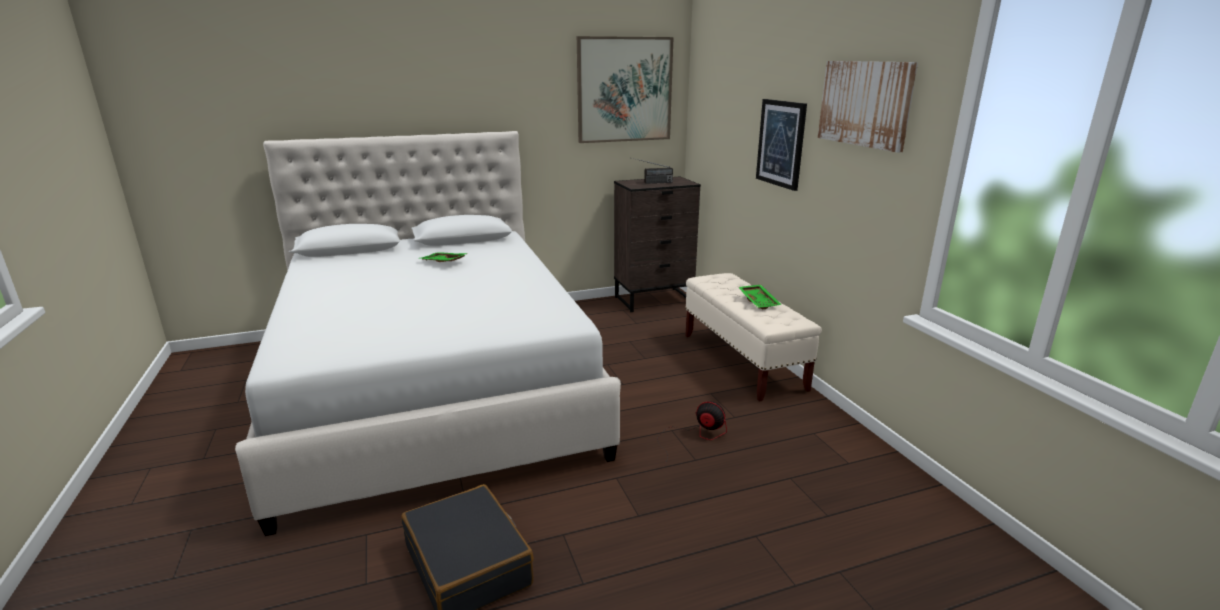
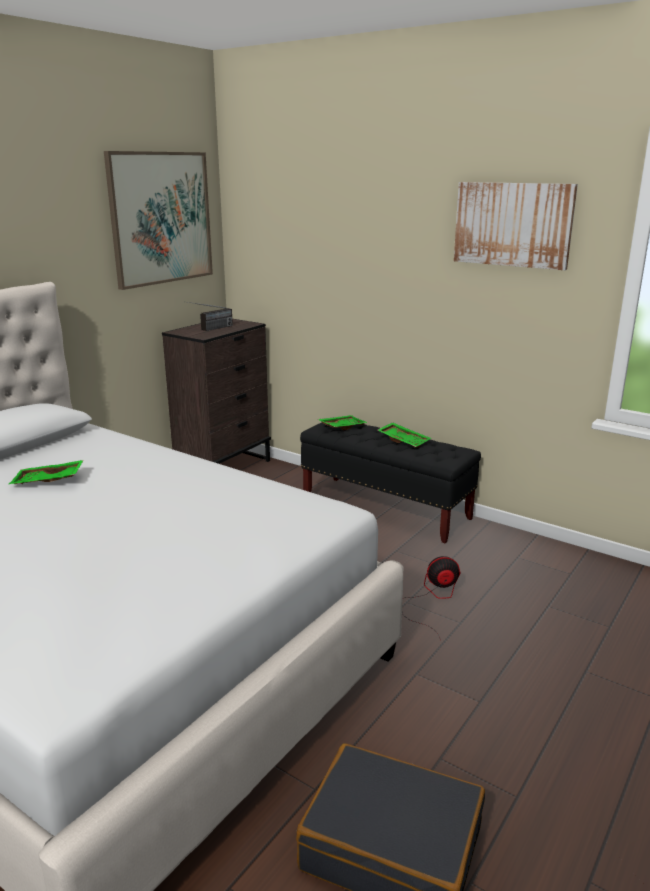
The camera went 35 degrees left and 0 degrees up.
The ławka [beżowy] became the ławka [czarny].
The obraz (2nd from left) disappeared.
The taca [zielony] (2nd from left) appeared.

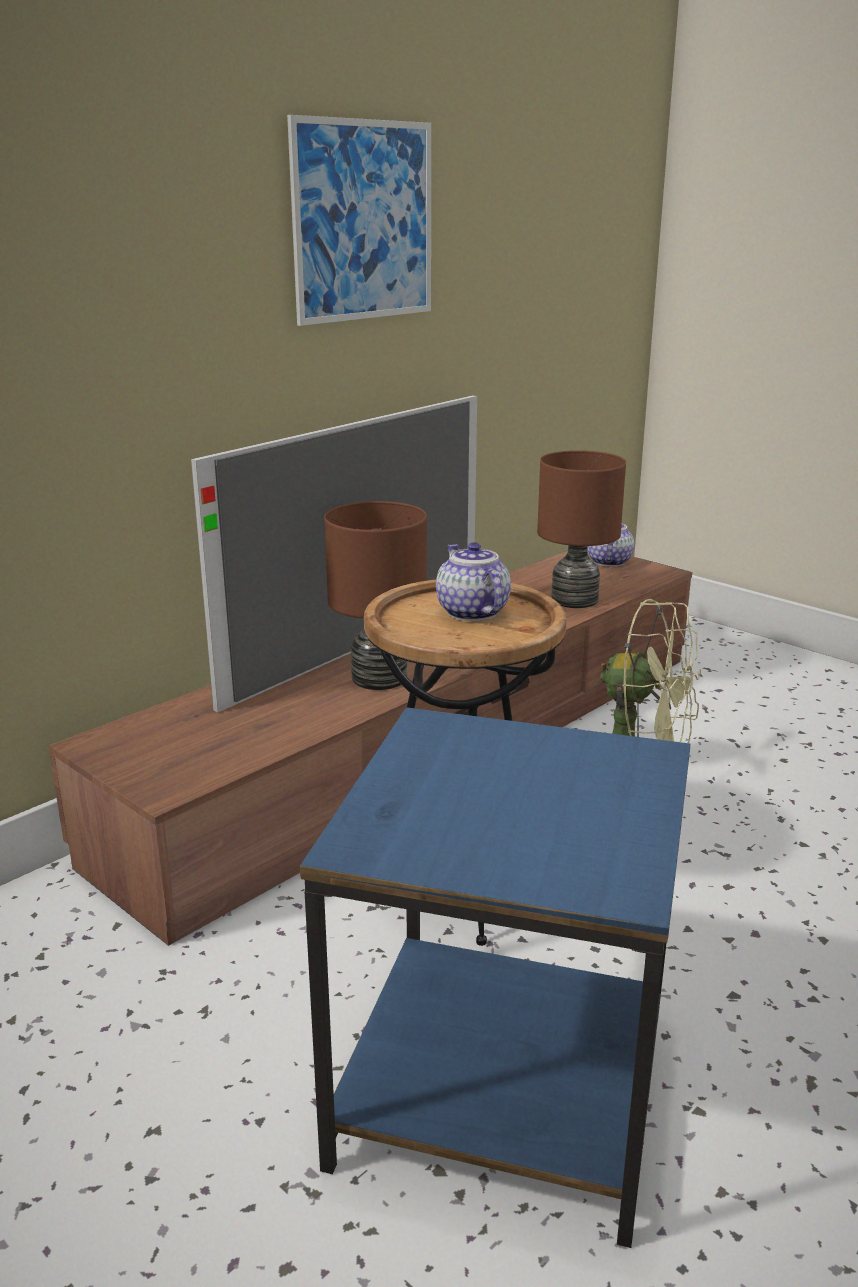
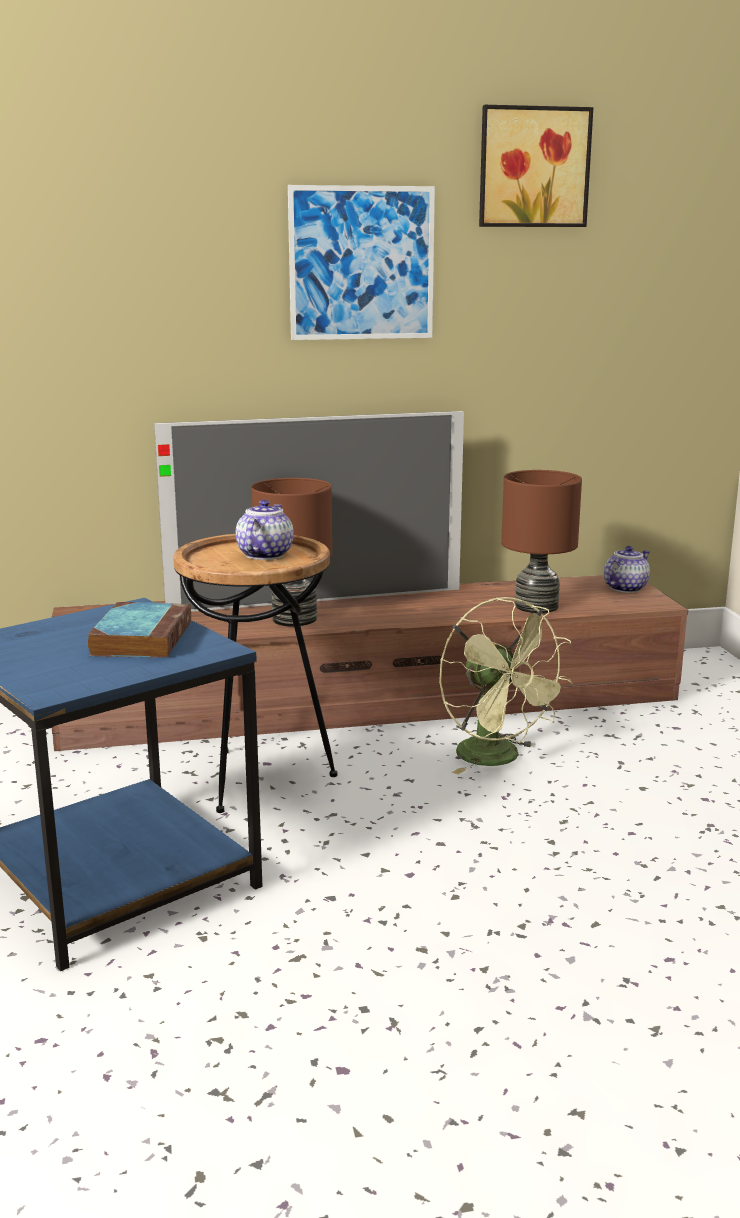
The camera went 35 degrees right and 5 degrees down.
The książka appeared.
The obraz (2nd from left) appeared.

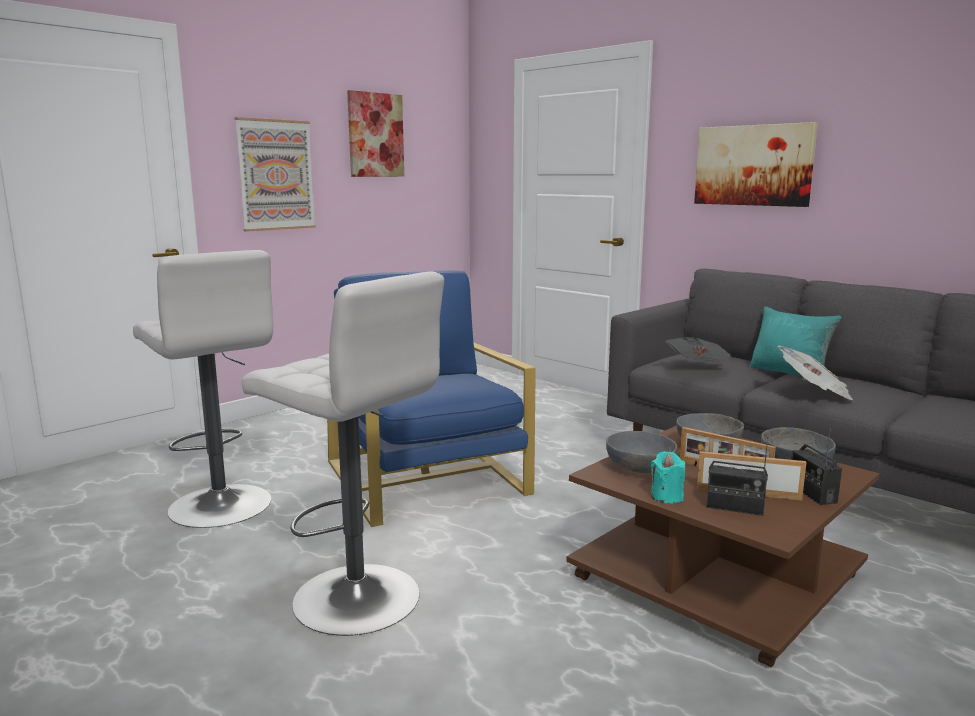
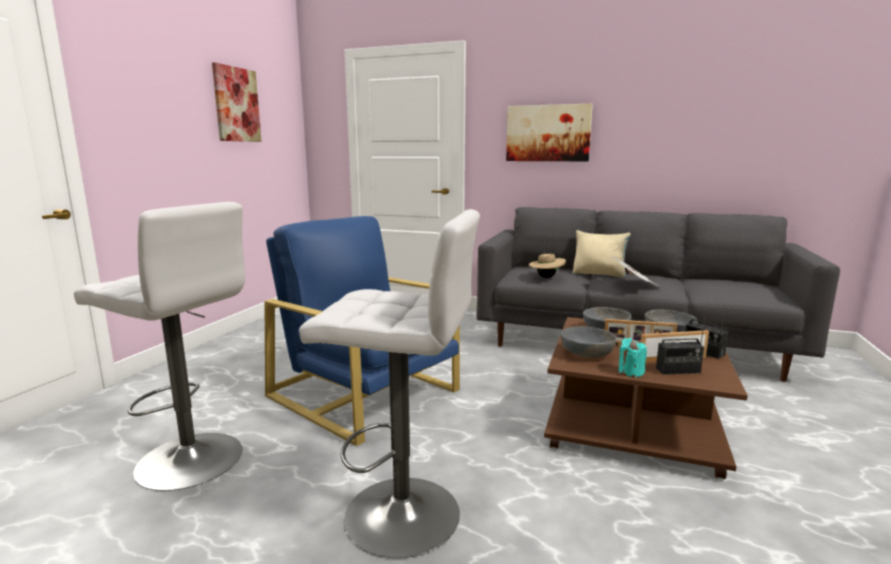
The camera went 25 degrees left and 0 degrees up.
The obraz (1st from left) disappeared.
The gazeta (1st from left) was replaced by the kapelusz [beżowy].
The poduszka [turkusowy] became the poduszka [beżowy].

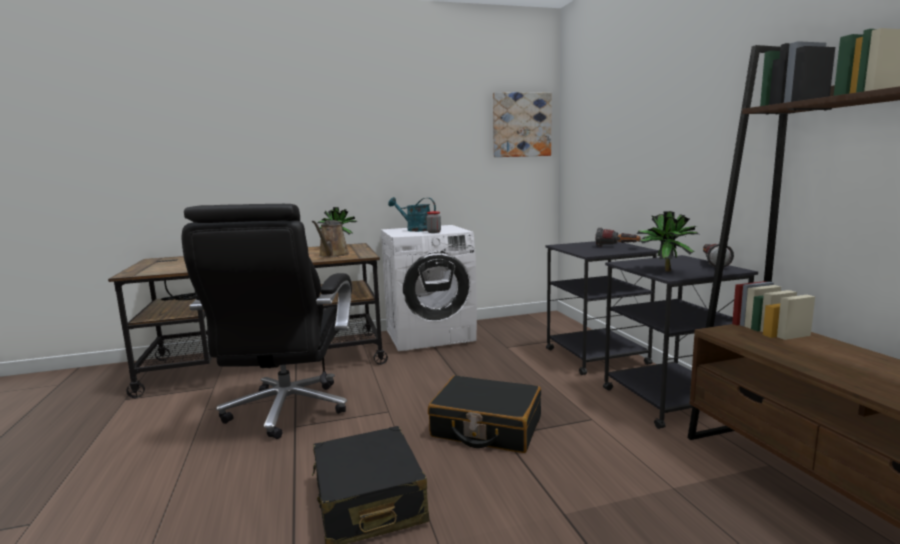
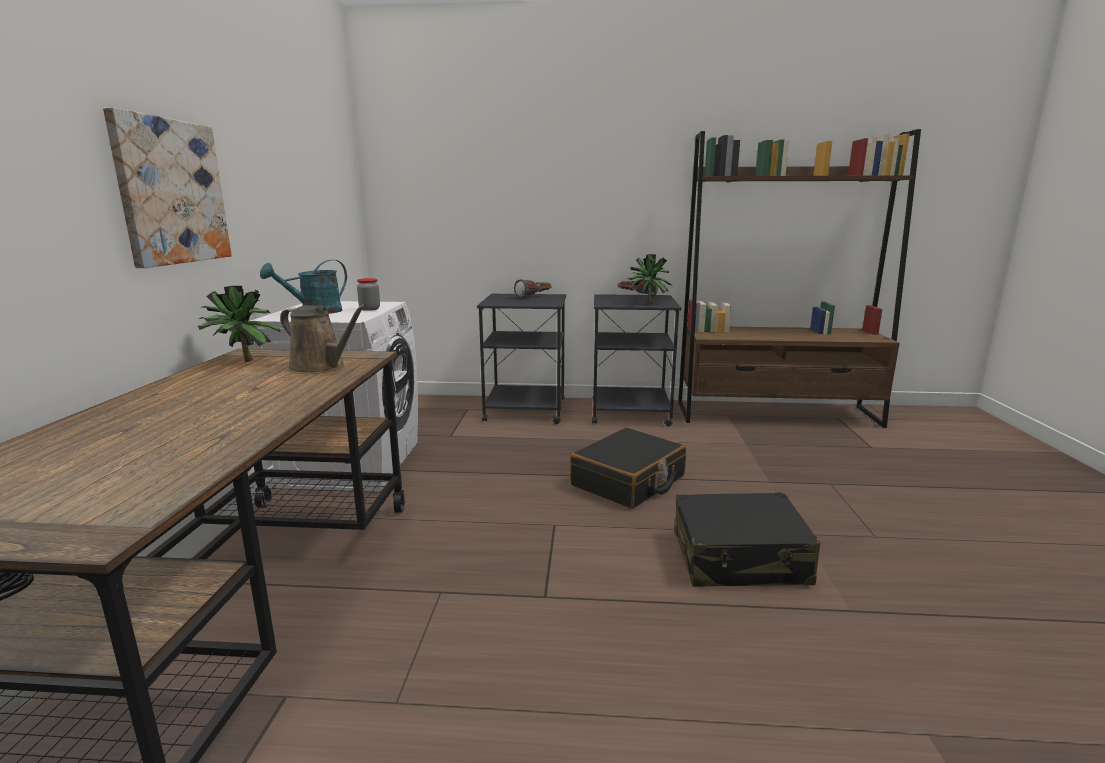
The camera went 70 degrees left and 5 degrees up.
The krzesło biurowe [czarny] disappeared.
The obraz moved.

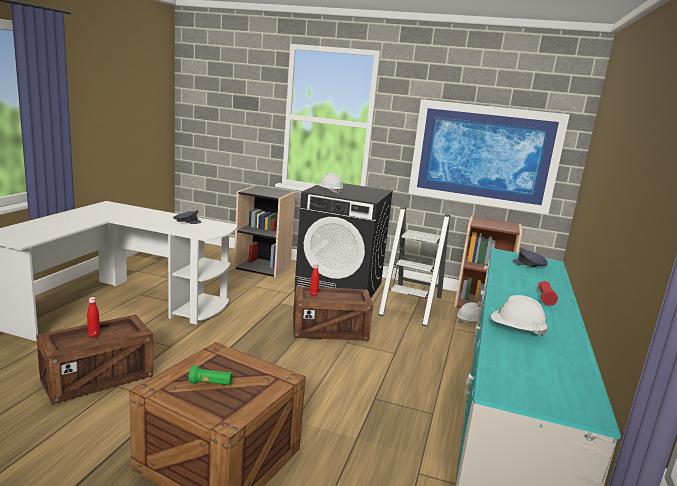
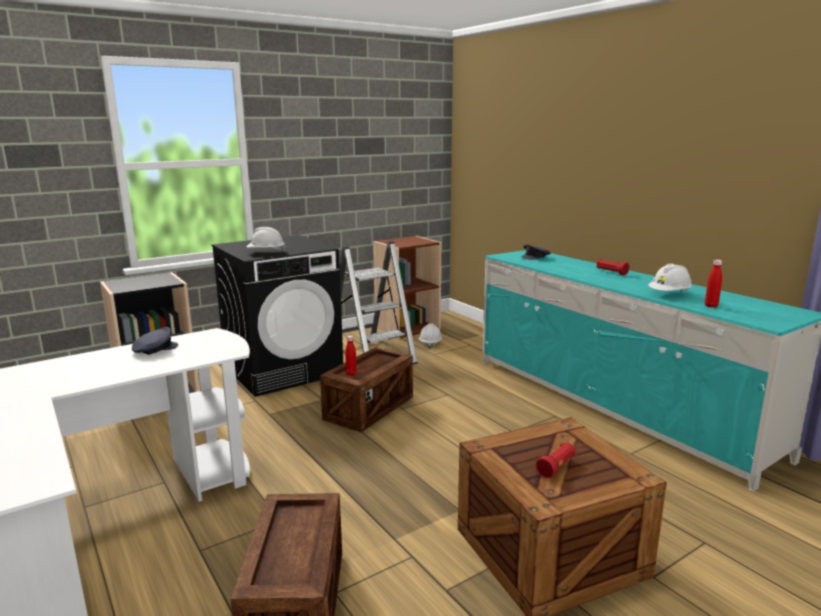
The camera went 50 degrees left and 0 degrees up.
The butelka [czerwony] (1st from left in the first image) moved.
The latarka [zielony] became the latarka [czerwony] (1st from left).
The obraz disappeared.

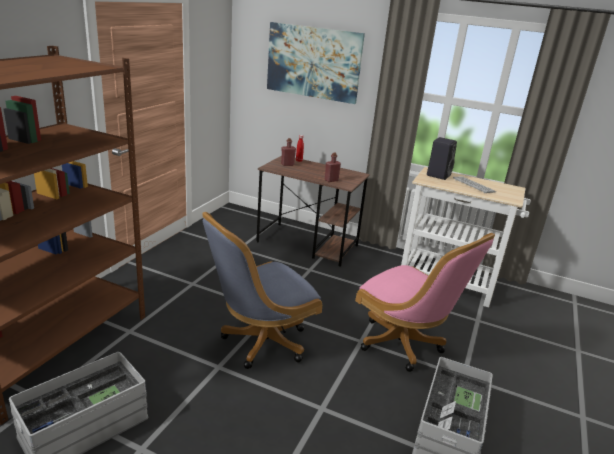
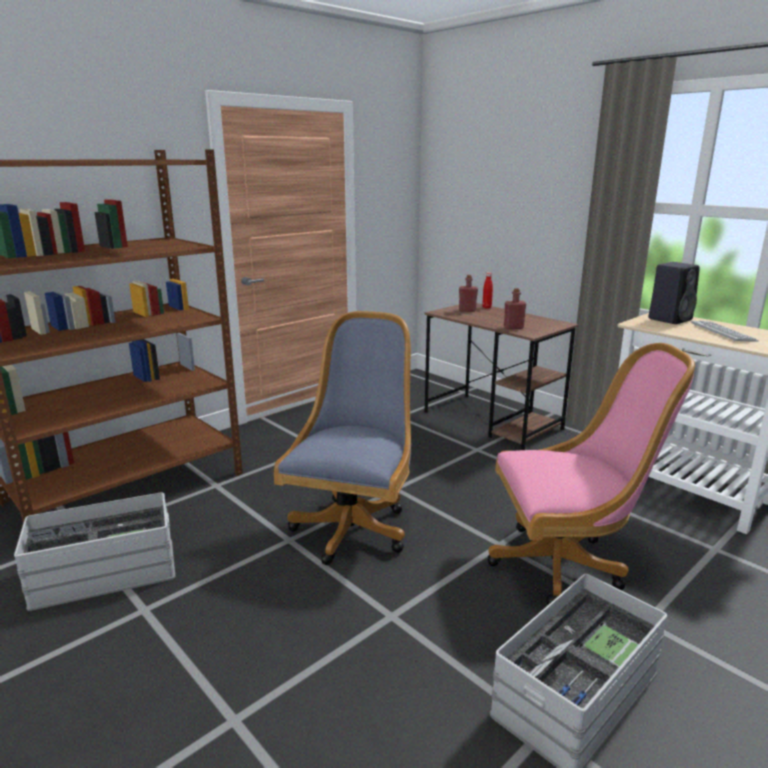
The camera went 25 degrees right and 5 degrees down.
The krzesło biurowe [niebieski] turned 120 degrees clockwise.
The obraz disappeared.
The krzesło biurowe [różowy] turned 75 degrees counterclockwise.

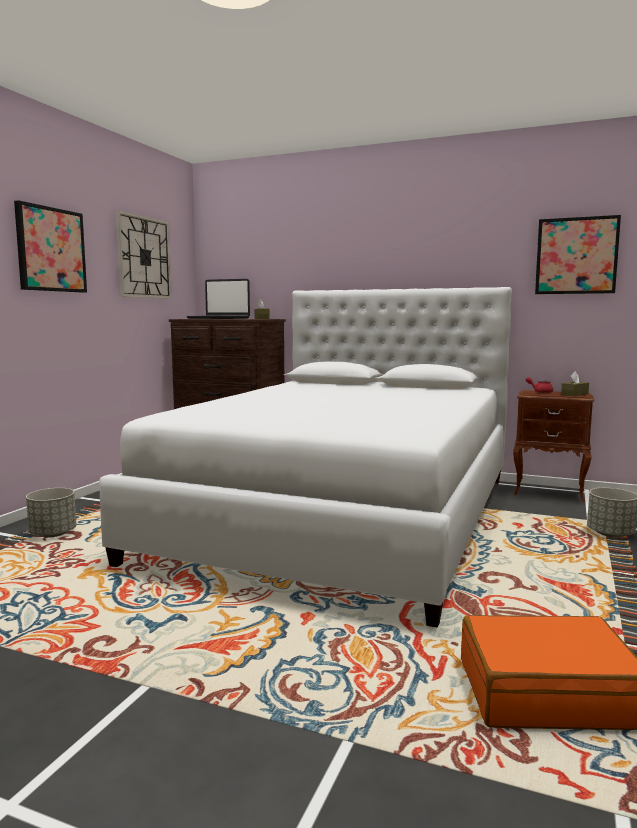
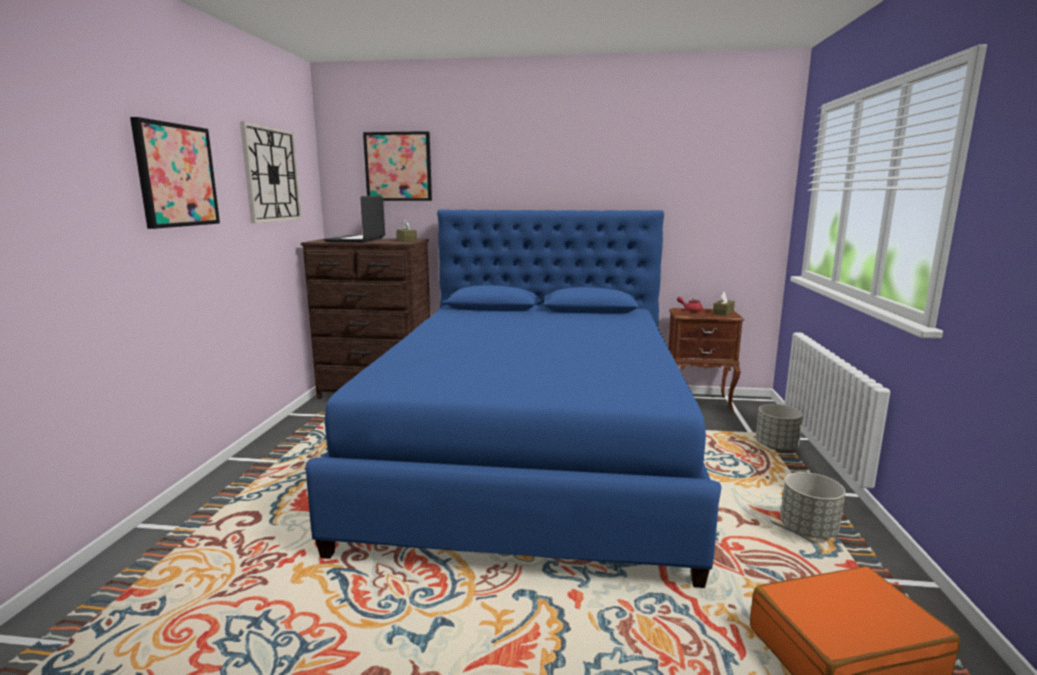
The camera went 15 degrees left and 5 degrees up.
The donica [szary] (1st from left in the first image) moved.
The łóżko [biały] became the łóżko [niebieski].
The laptop turned 90 degrees clockwise.
The obraz (2nd from left) moved.

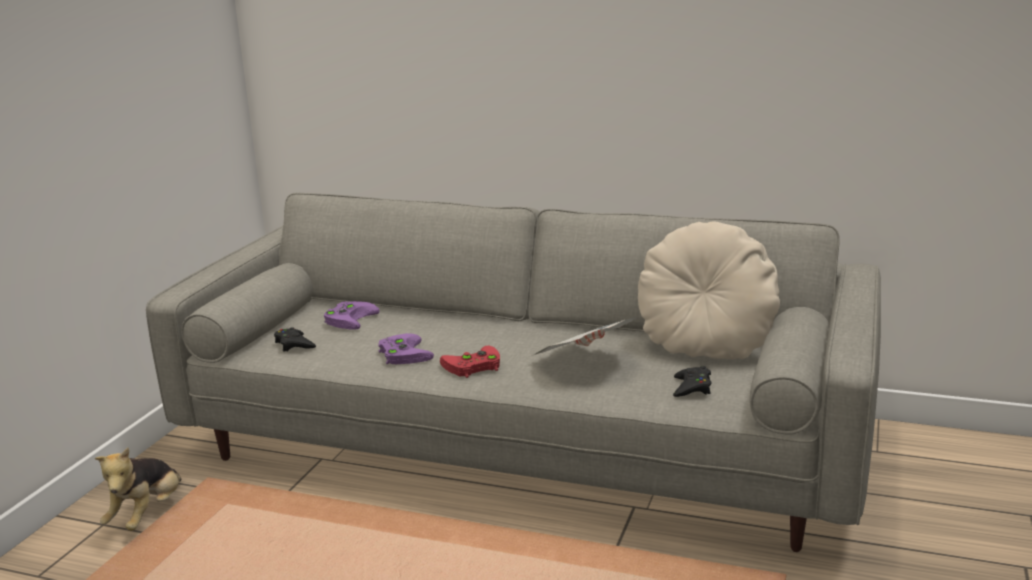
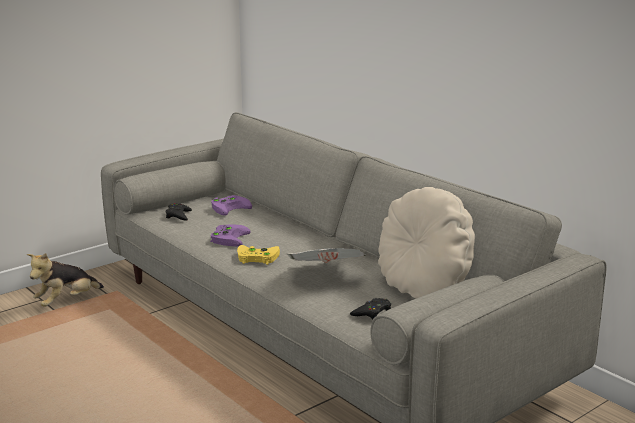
The camera went 30 degrees right and 0 degrees up.
The pad do gier [czerwony] became the pad do gier [żółty].

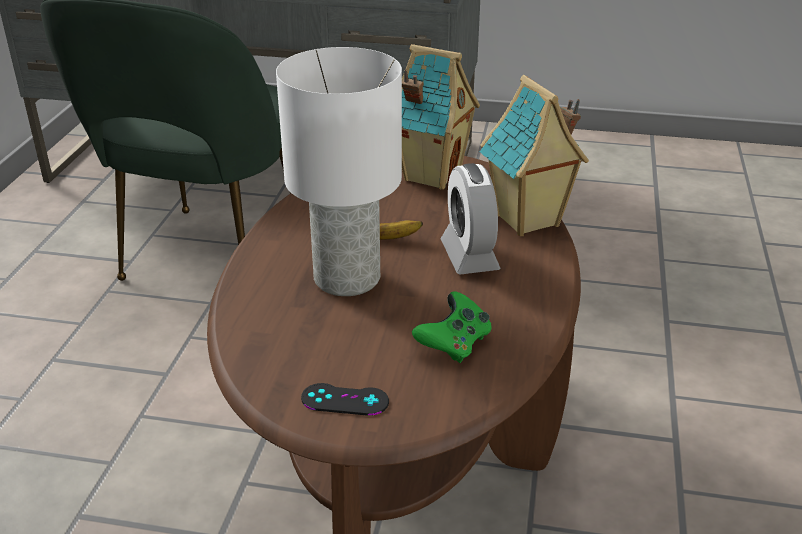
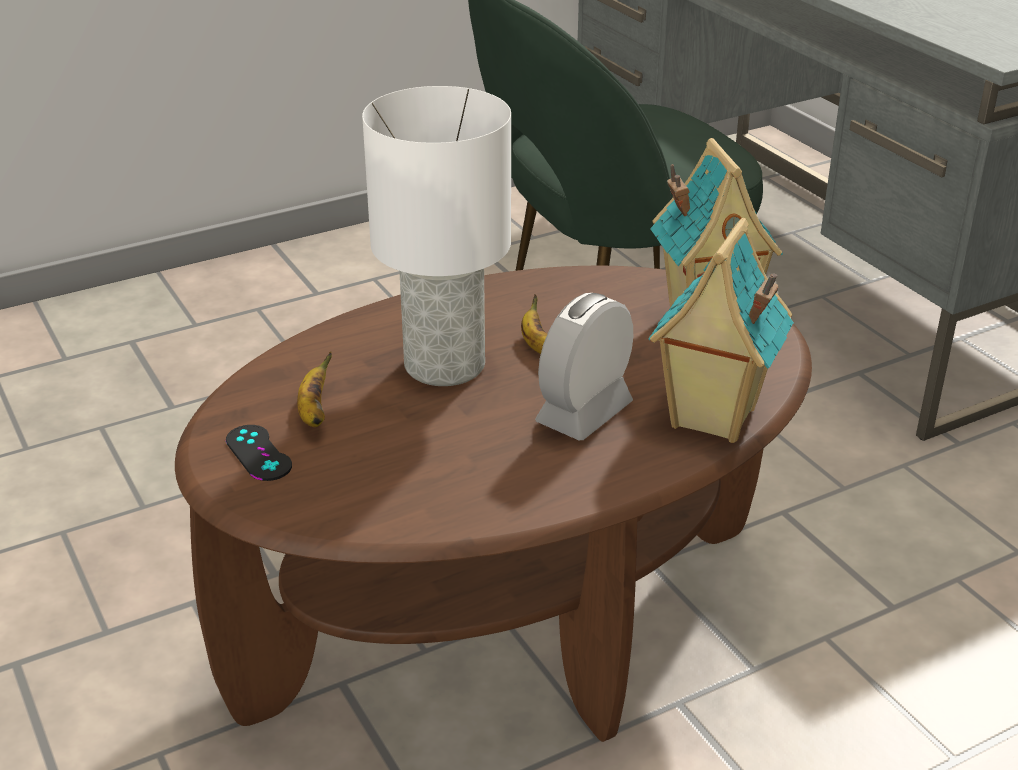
The camera went 50 degrees right and 0 degrees up.
The pad do gier [zielony] disappeared.
The banan (1st from left) appeared.

